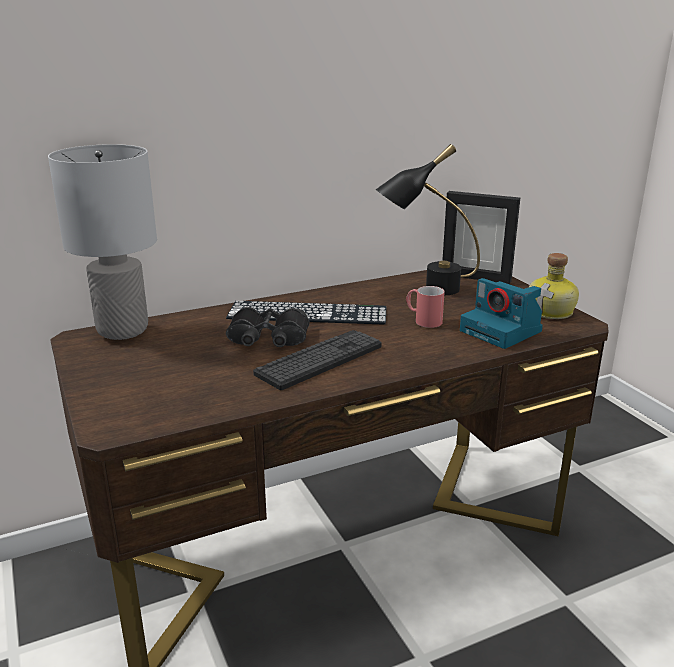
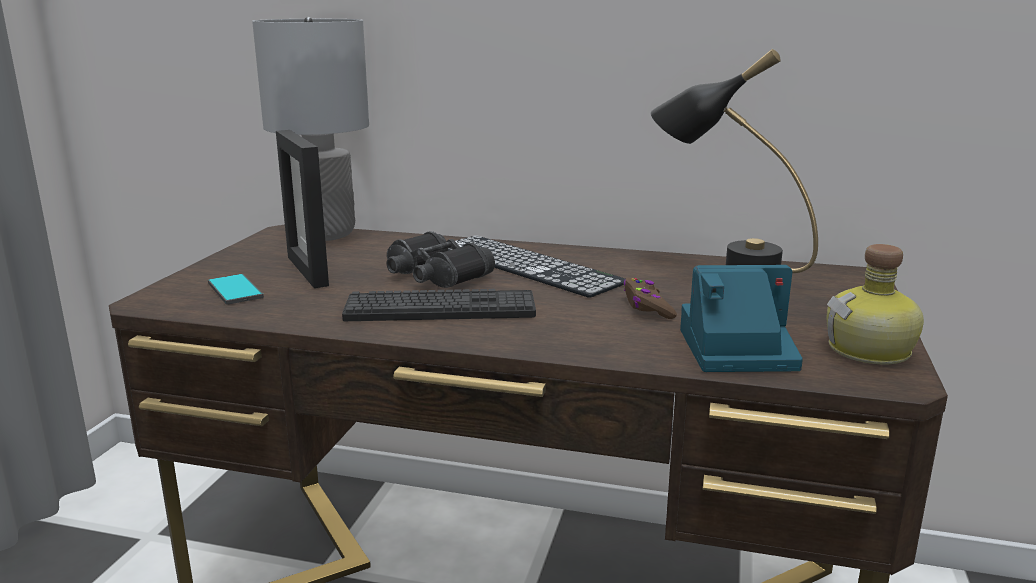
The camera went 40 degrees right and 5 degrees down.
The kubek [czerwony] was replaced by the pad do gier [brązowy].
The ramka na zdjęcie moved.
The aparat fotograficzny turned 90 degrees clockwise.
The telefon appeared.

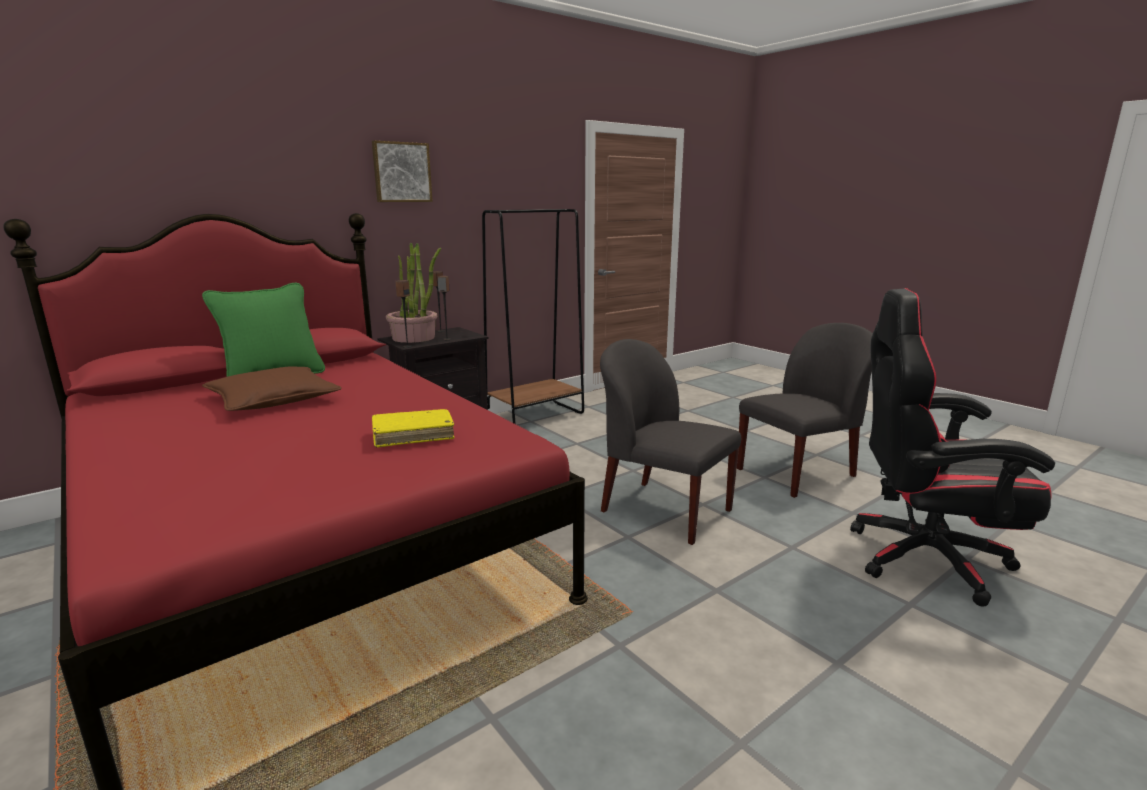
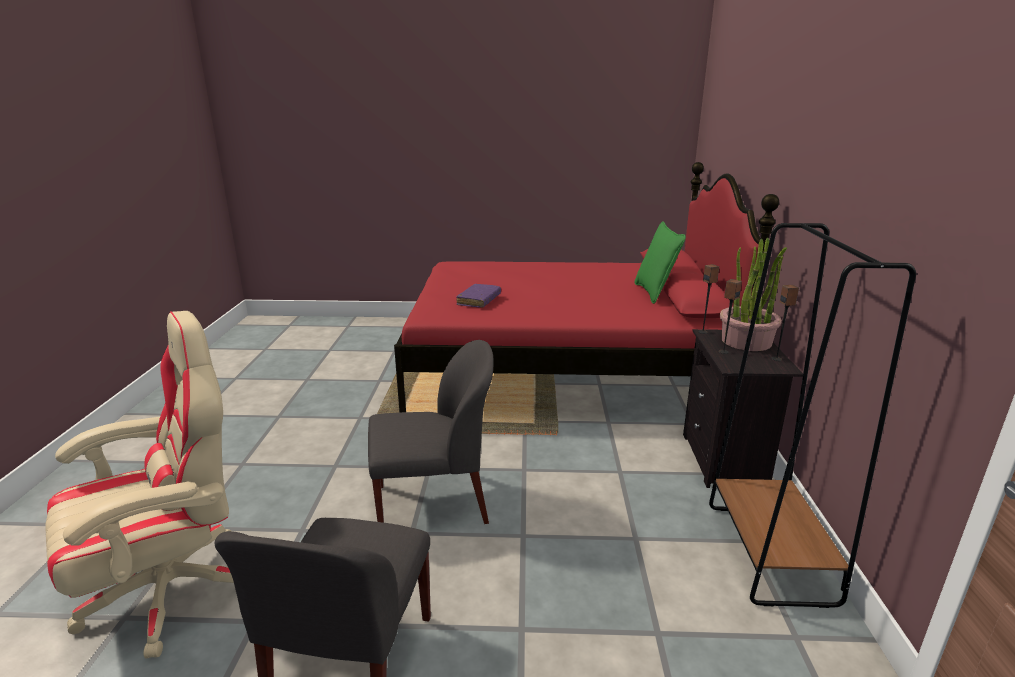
The camera went 130 degrees right and 5 degrees up.
The poduszka [brązowy] disappeared.
The obraz disappeared.
The książka [żółty] became the książka [fioletowy].
The krzesło biurowe [czarny] became the krzesło biurowe [beżowy].

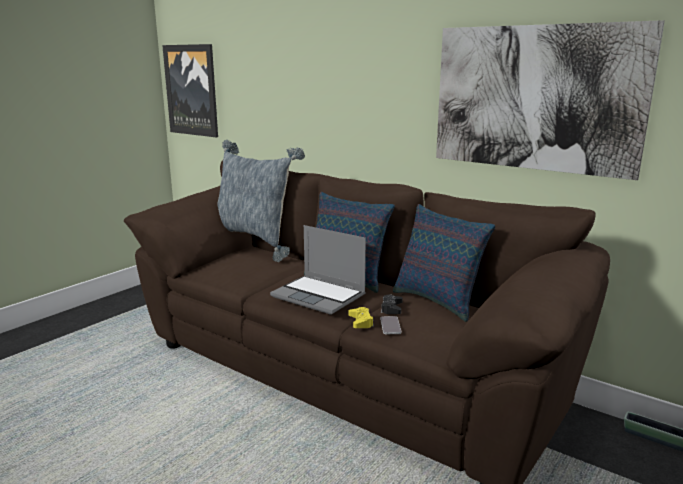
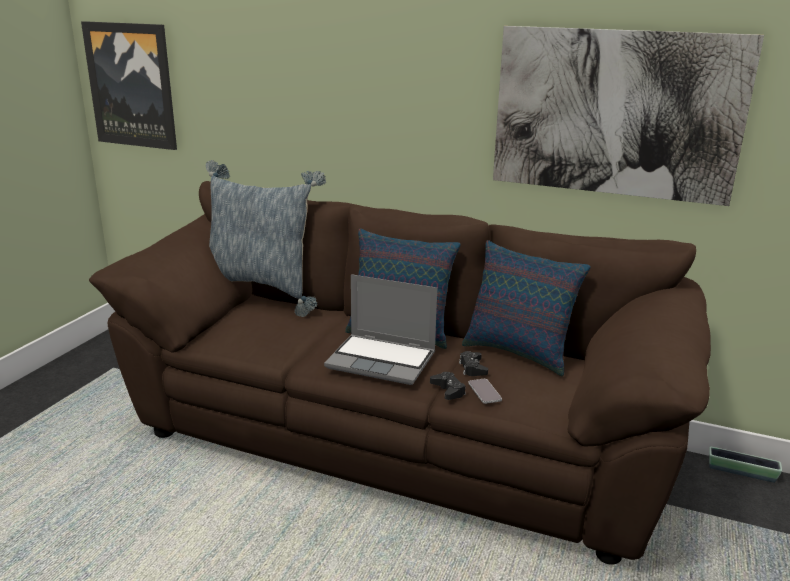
The camera went 15 degrees left and 5 degrees up.
The pad do gier [żółty] became the pad do gier [czarny] (1st from left).

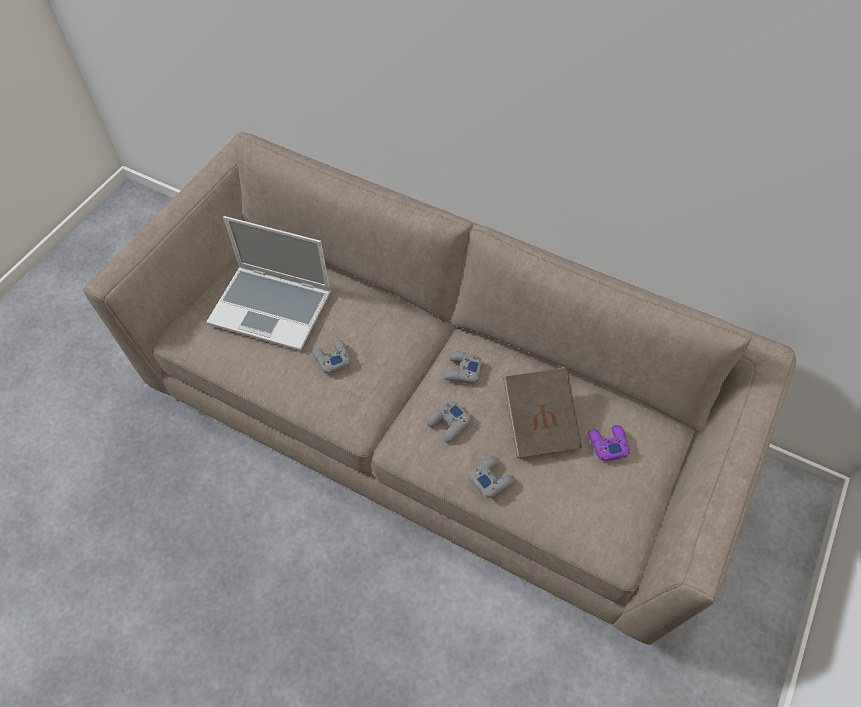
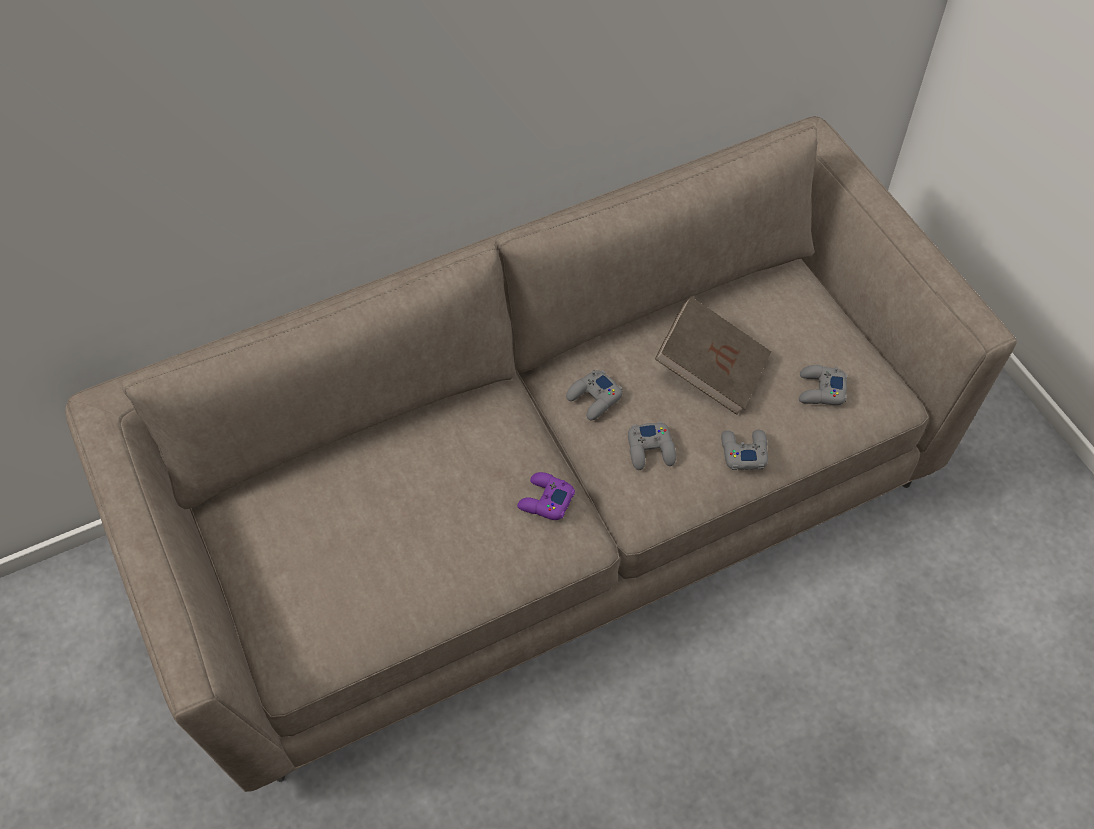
The camera went 55 degrees left and 0 degrees up.
The laptop disappeared.
The pad do gier [szary] (1st from left in the first image) moved.
The pad do gier [fioletowy] moved.

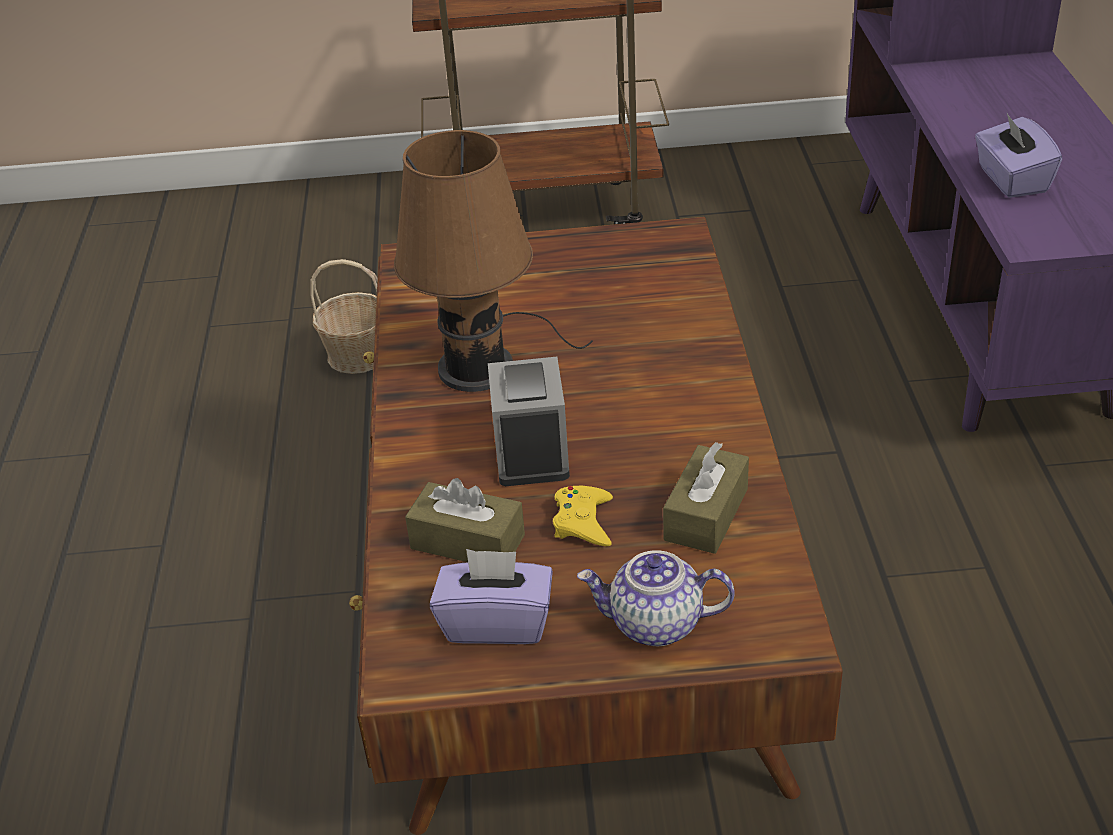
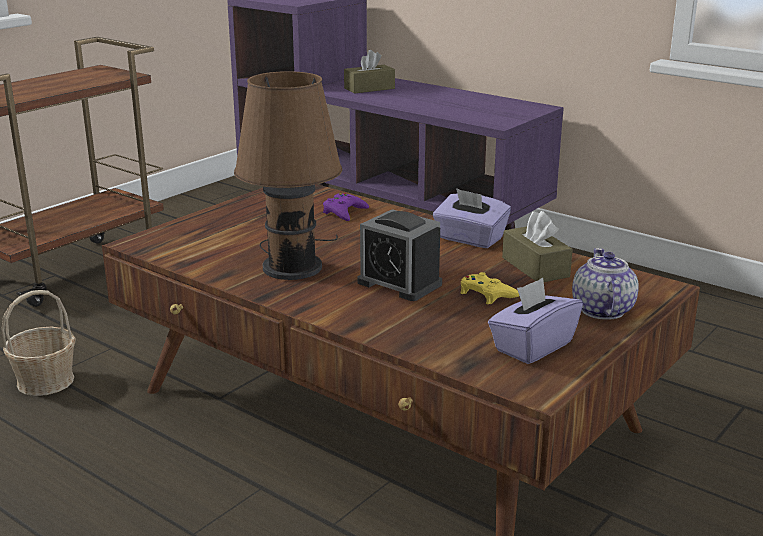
The camera went 50 degrees left and 15 degrees down.
The pudełko chusteczek [brązowy] (1st from left) moved.
The imbryk turned 135 degrees clockwise.
The pudełko chusteczek [fioletowy] (2nd from left in the first image) moved.
The pad do gier [fioletowy] appeared.

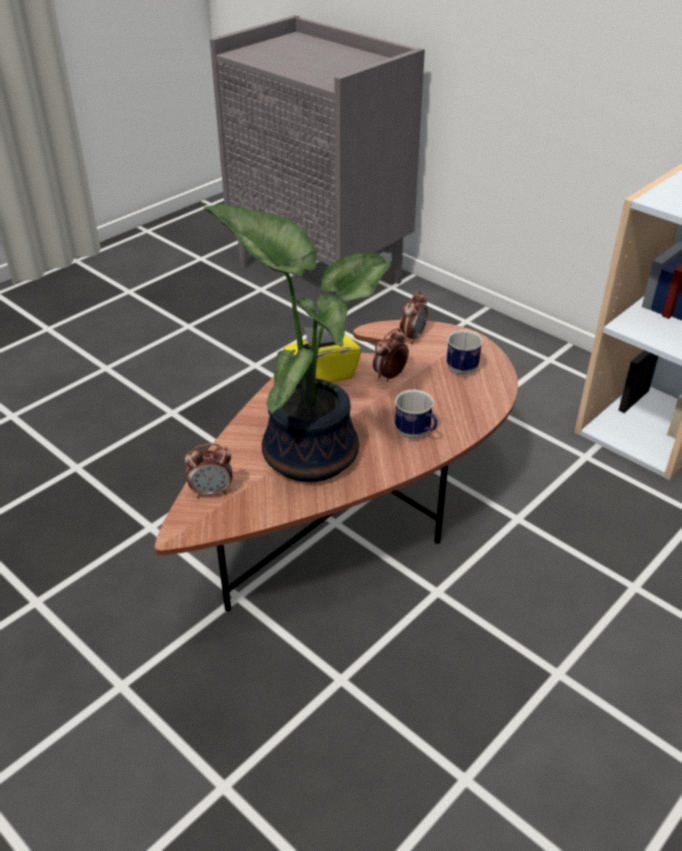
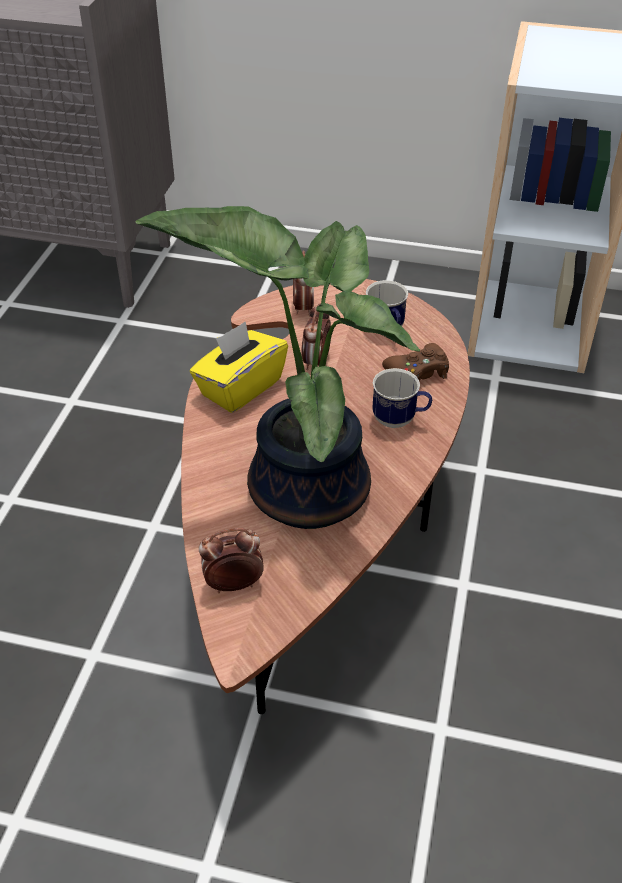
The camera went 30 degrees left and 5 degrees up.
The budzik (1st from left) turned 150 degrees counterclockwise.
The pad do gier [brązowy] appeared.

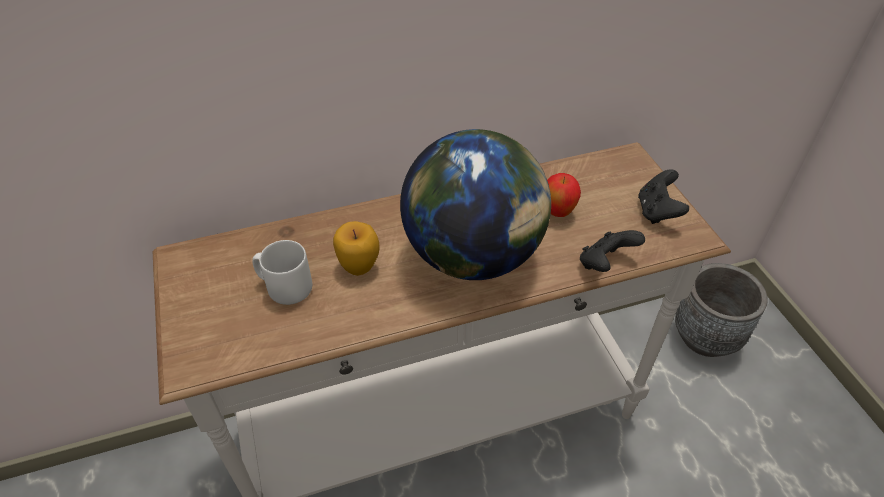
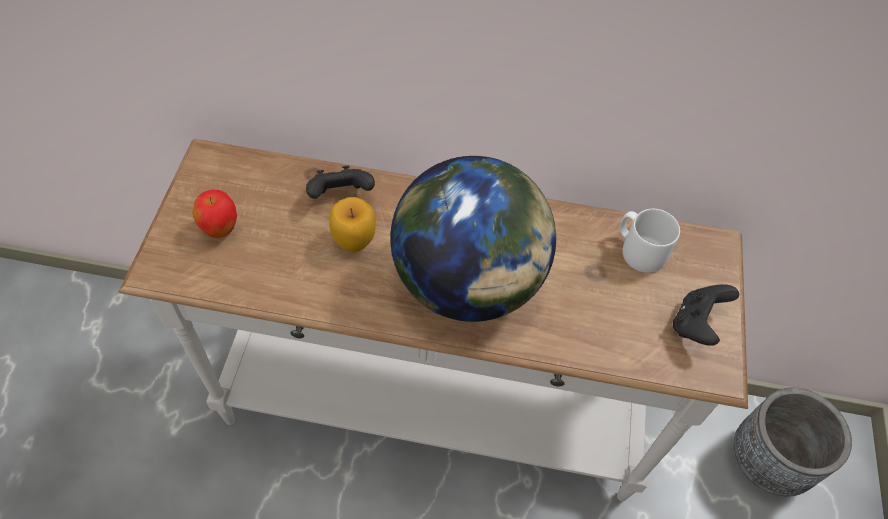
The camera went 25 degrees right and 10 degrees up.
The kubek [szary] moved.
The jabłko (2nd from left in the first image) moved.
The pad do gier [czarny] (1st from left) moved.

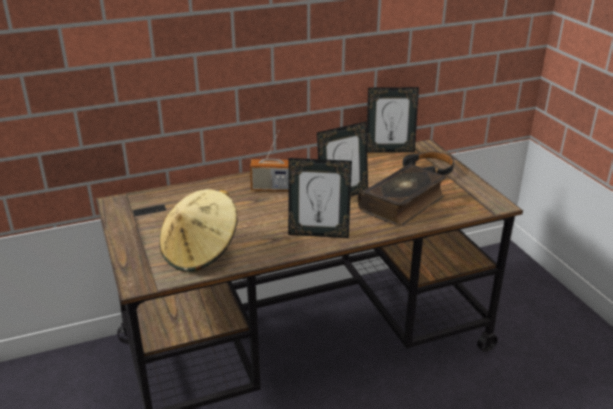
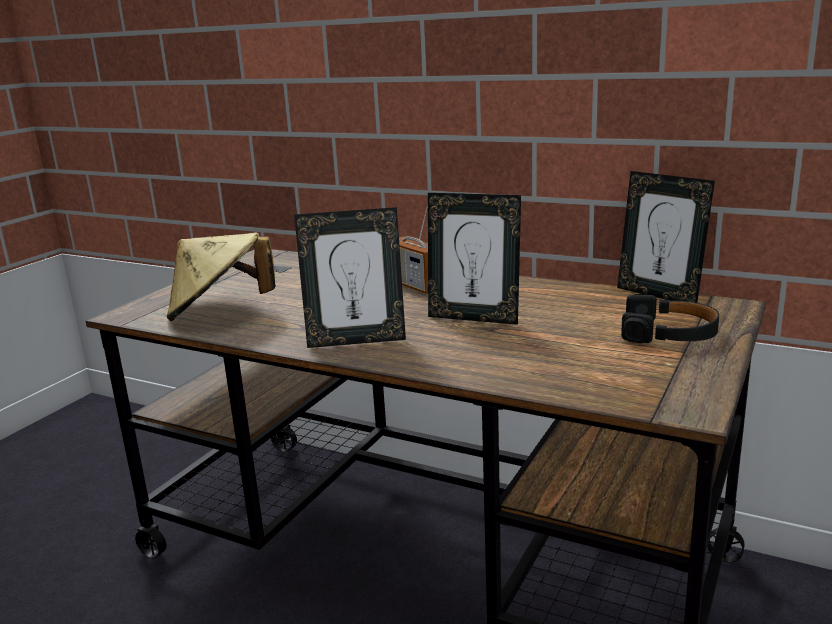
The camera went 50 degrees right and 10 degrees down.
The ramka na zdjęcie (1st from left) turned 60 degrees counterclockwise.
The książka disappeared.

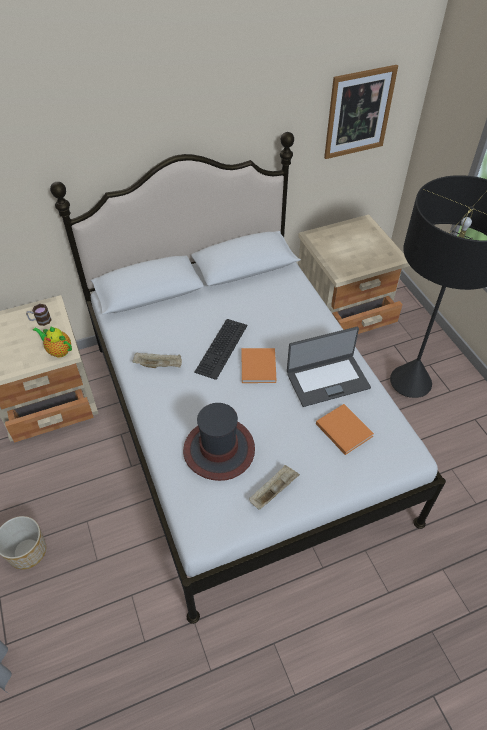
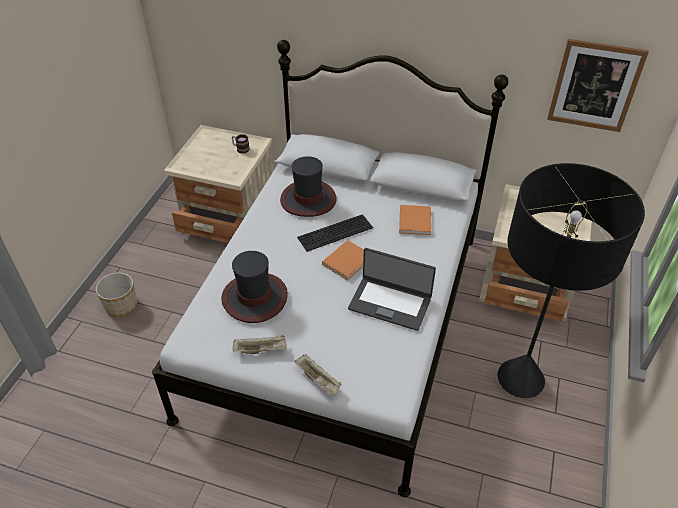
The camera went 40 degrees right and 5 degrees down.
The imbryk disappeared.
The taca [beżowy] (1st from left in the first image) moved.
The książka [pomarańczowy] (2nd from left) moved.
The kapelusz (2nd from left) appeared.

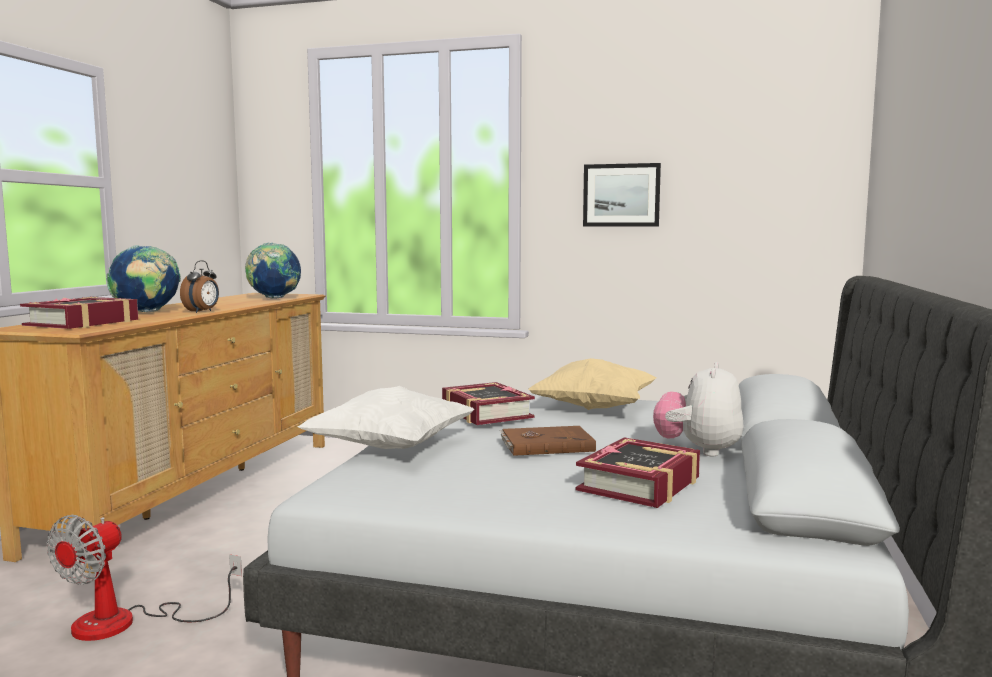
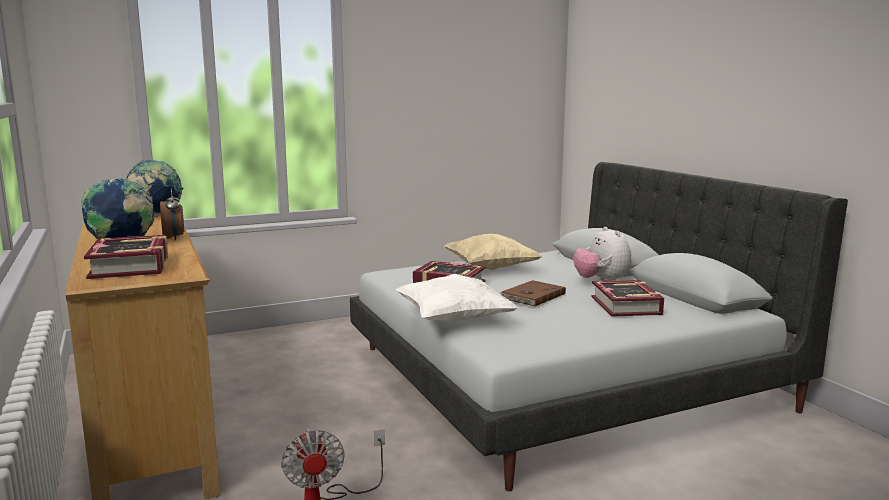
The camera went 40 degrees left and 5 degrees up.
The obraz disappeared.

